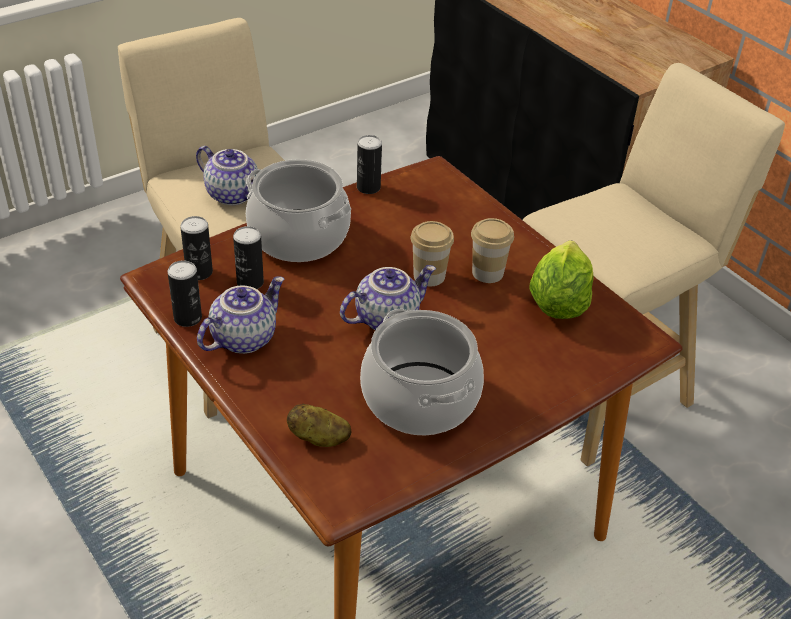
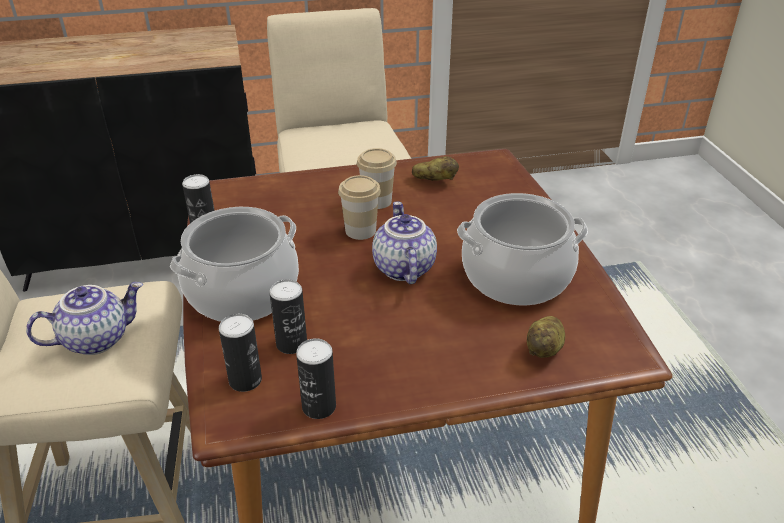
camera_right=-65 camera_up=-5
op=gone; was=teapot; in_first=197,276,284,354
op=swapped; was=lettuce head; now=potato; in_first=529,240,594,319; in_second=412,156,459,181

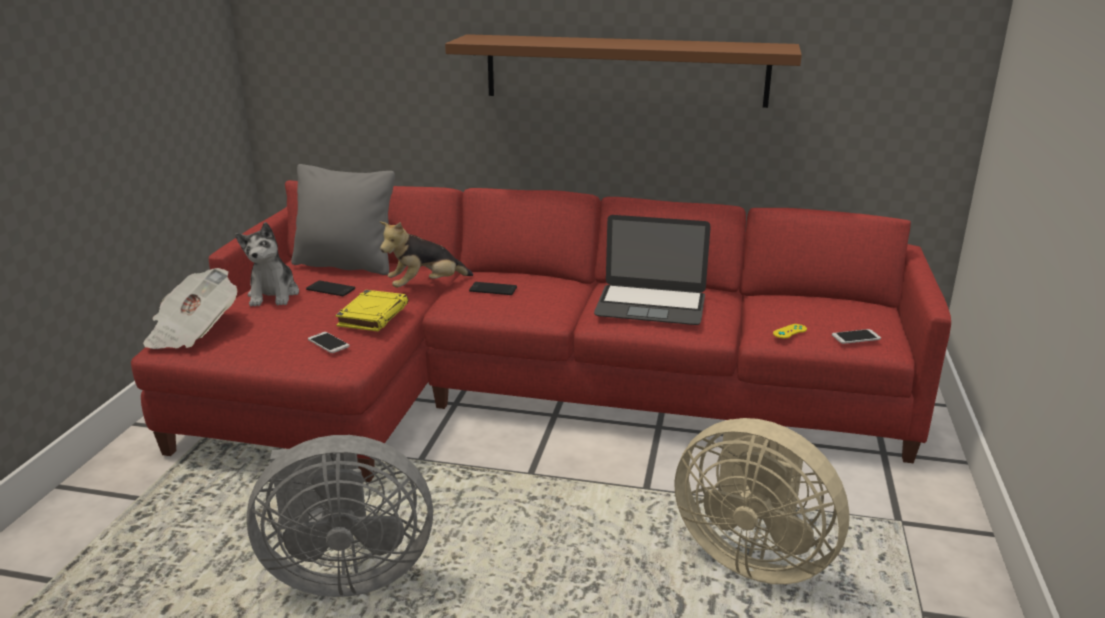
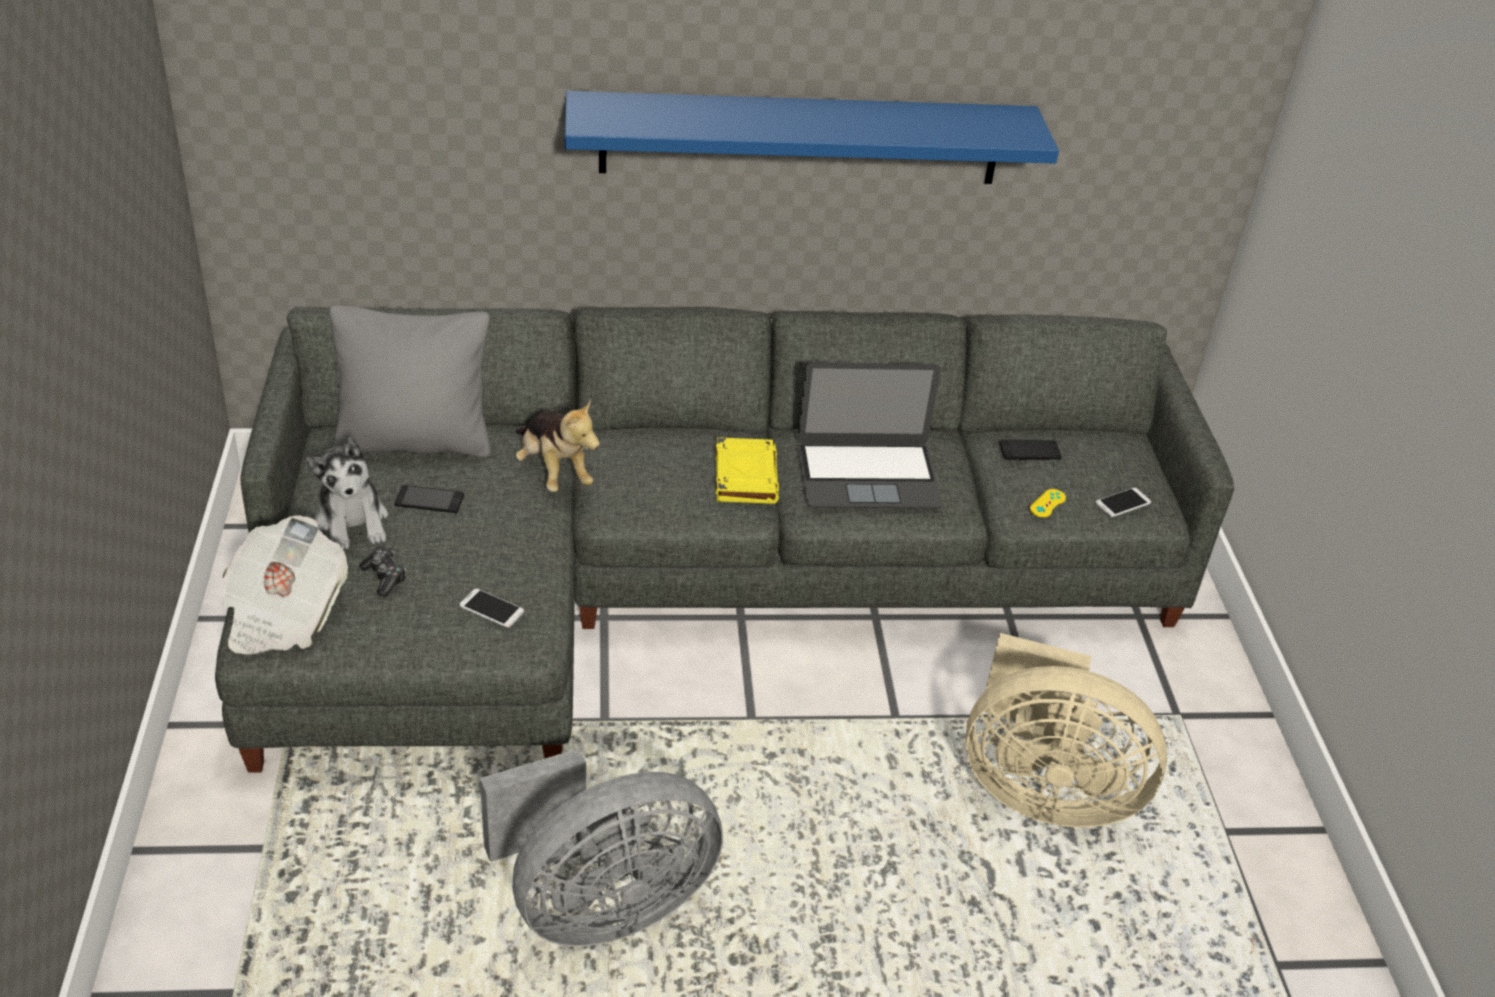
camera_right=-20 camera_up=15
op=new; now=joypad; in_second=359,548,406,597
op=shifted; was=bound book (yellowish); in_first=335,290,408,331; in_second=715,437,779,504
op=shifted; was=handset; in_first=469,282,517,295; in_second=999,440,1062,460
op=repainted; was=couch (red-coloured); now=couch (gray); in_first=131,180,951,482; in_second=215,307,1234,773
op=repainted; was=bracket shelf (brownish); now=bracket shelf (blue-coloured); in_first=445,34,802,108; in_second=565,91,1059,184
op=rotated; was=soft toy; in_first=380,222,473,288; in_second=515,399,600,492; clockwise=-75

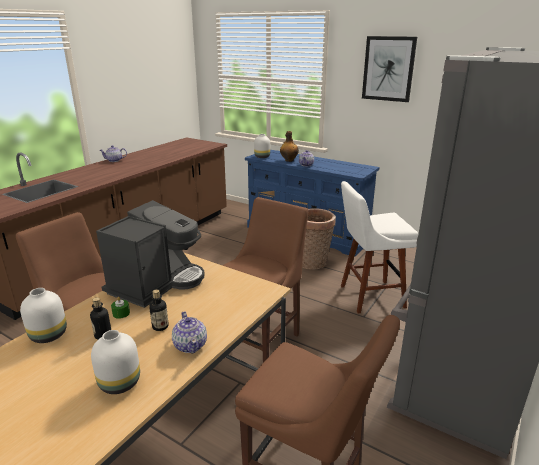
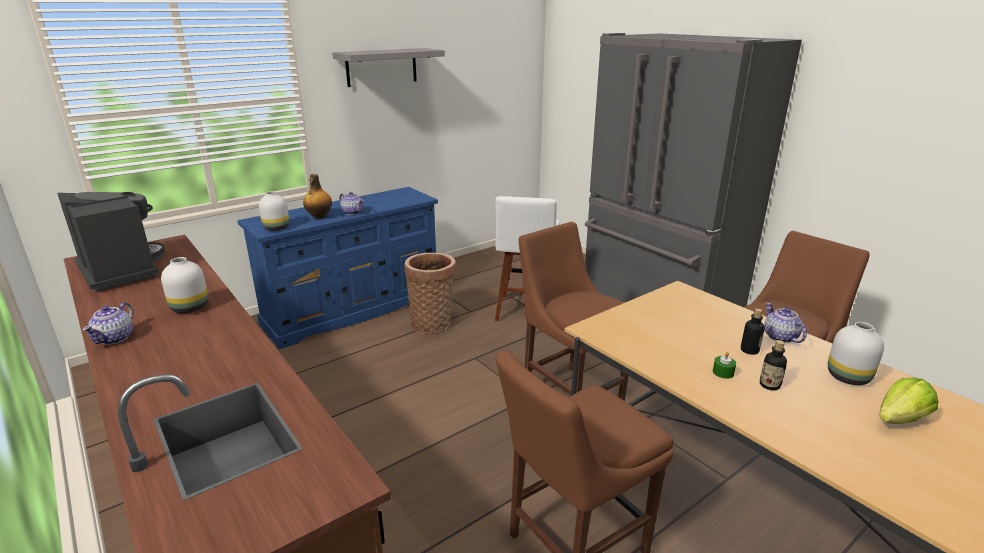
camera_right=-70 camera_up=0
op=new; now=lettuce head; in_second=879,377,938,424
op=shifted; was=flower vase (white); in_first=20,288,67,343; in_second=161,257,208,313
op=shifted; was=coffee brewer; in_first=96,200,204,308; in_second=57,192,165,292
op=swapped; was=wall picture; now=bracket shelf (gray); in_first=362,36,417,102; in_second=332,48,445,87
op=rotated; was=teapot; in_first=172,312,207,354; in_second=764,303,807,343; clockwise=-105

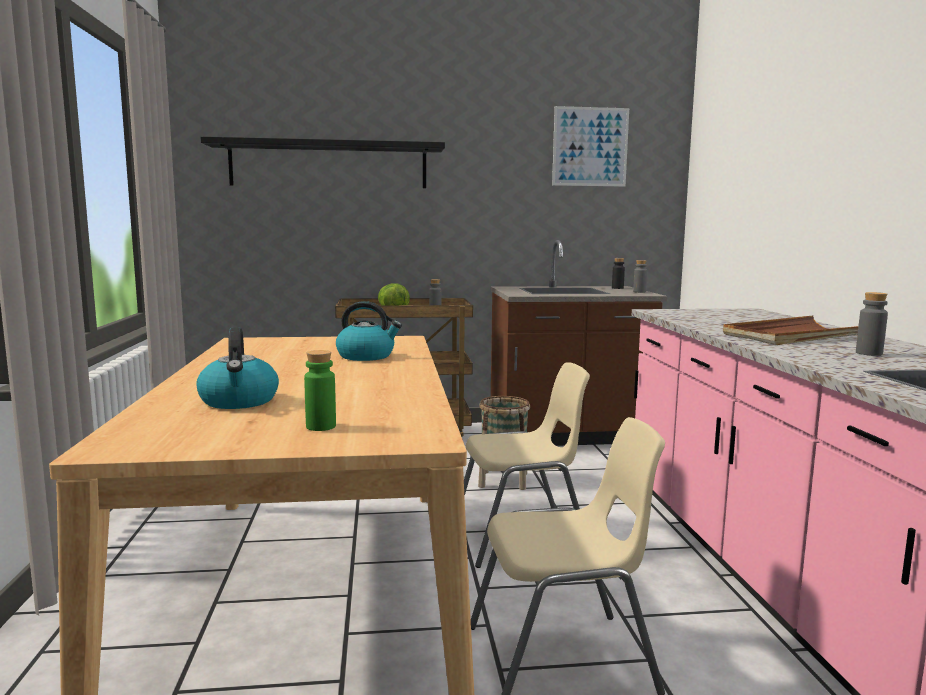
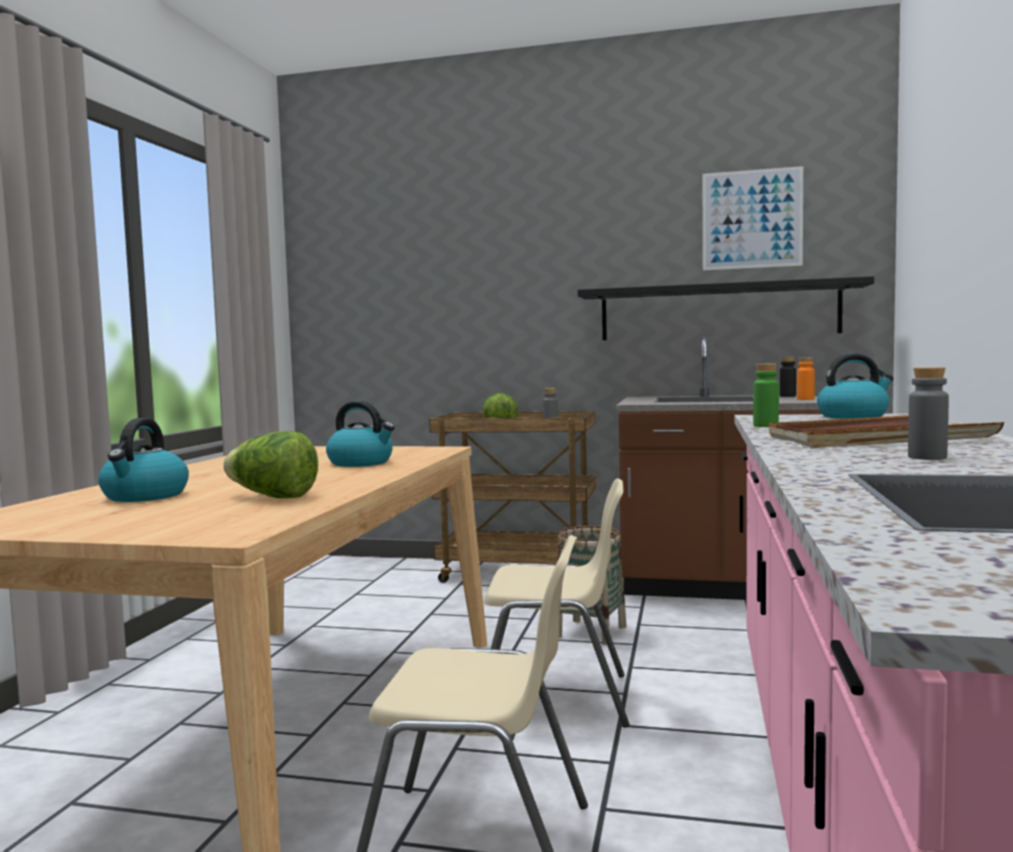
camera_right=20 camera_up=-5
op=new; now=lettuce head; in_second=223,431,318,498
op=new; now=water kettle; in_second=817,353,894,419
op=shifted; was=bracket shelf (black); in_first=201,136,445,188; in_second=578,276,874,340
op=shifted; was=bottle (greenish); in_first=304,350,336,431; in_second=753,363,779,427
op=repainted; was=bottle (gray); now=bottle (orange-coloured); in_first=633,260,647,293; in_second=797,357,815,400

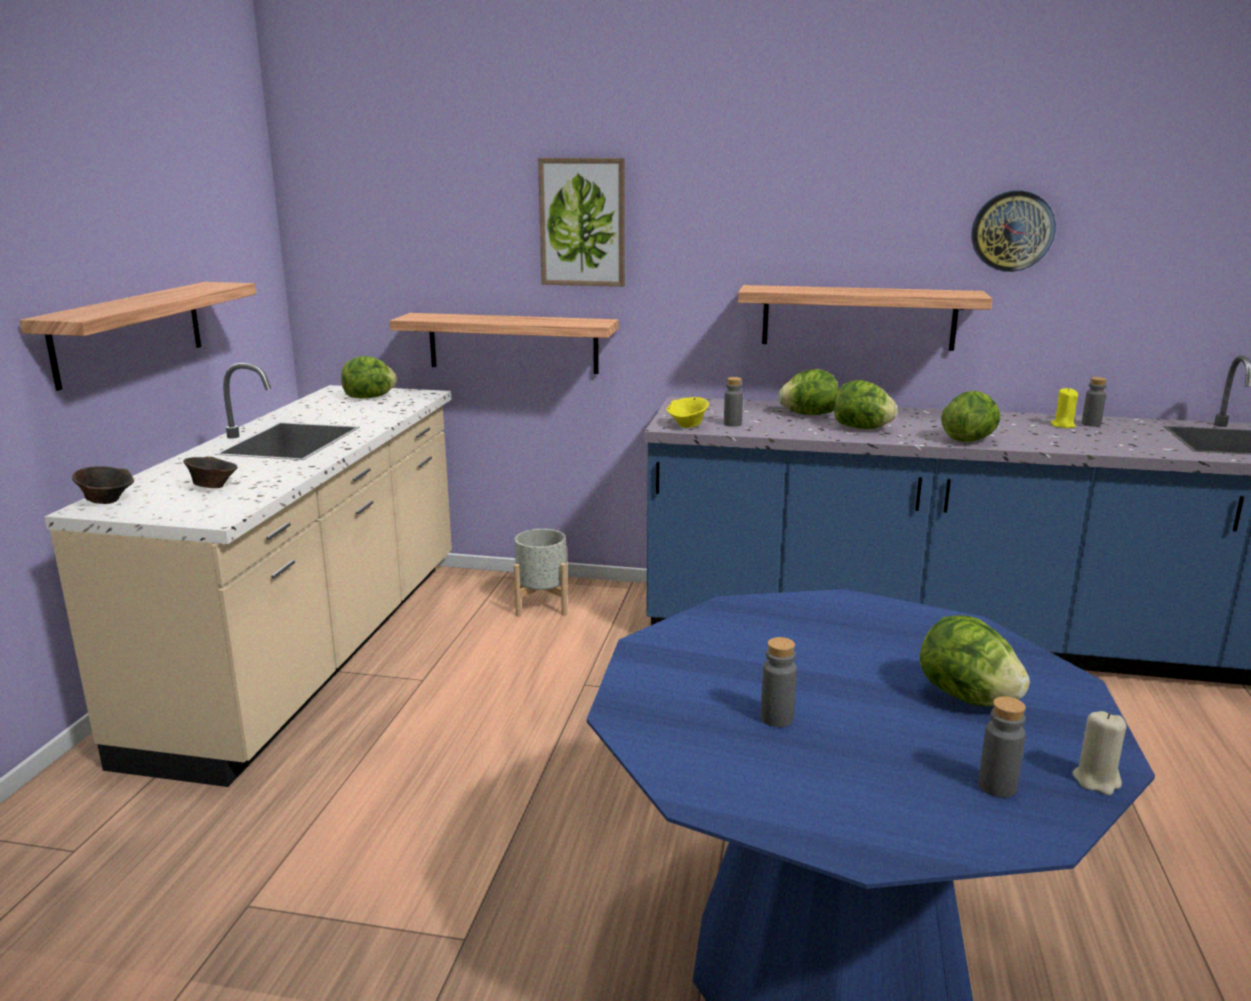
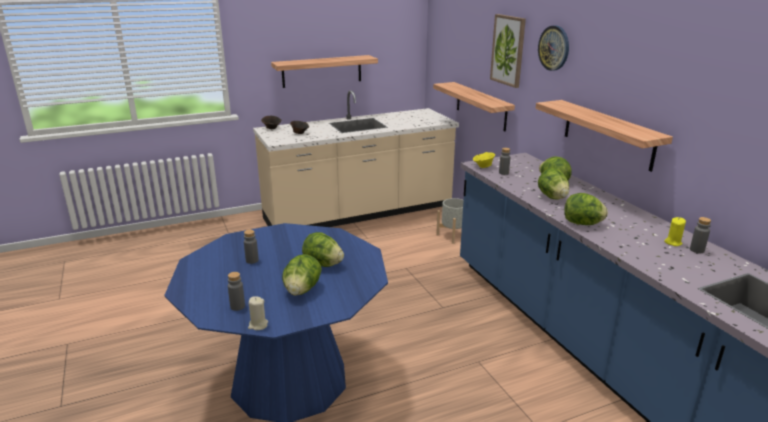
camera_right=55 camera_up=5
op=shifted; was=lettuce head; in_first=341,356,397,399; in_second=302,232,344,267
op=shifted; was=wall clock; in_first=972,191,1056,272; in_second=538,25,569,71

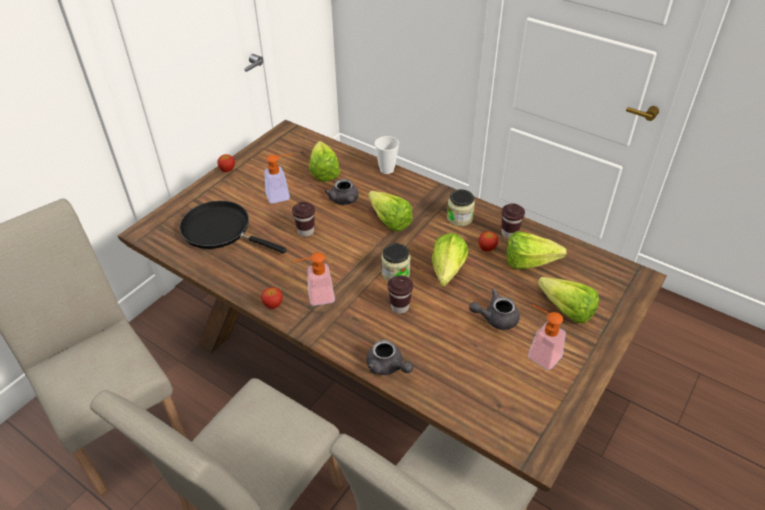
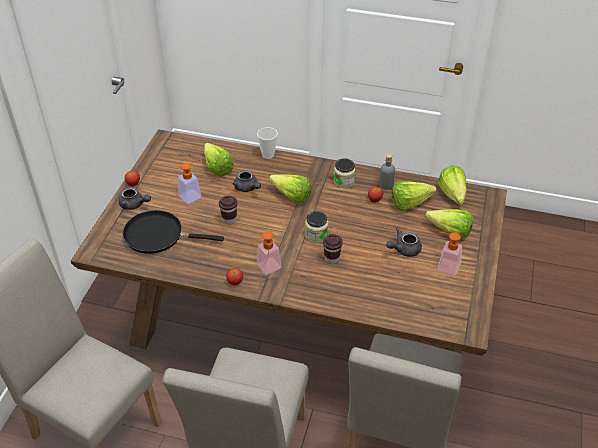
camera_right=-20 camera_up=0
op=shifted; was=teapot (gray); in_first=367,340,413,375; in_second=119,187,151,210
op=shifted; was=lettuce head; in_first=432,233,468,287; in_second=438,165,467,205
op=swapped; was=small cup (brownish); now=bottle (gray); in_first=502,203,525,239; in_second=379,154,395,190

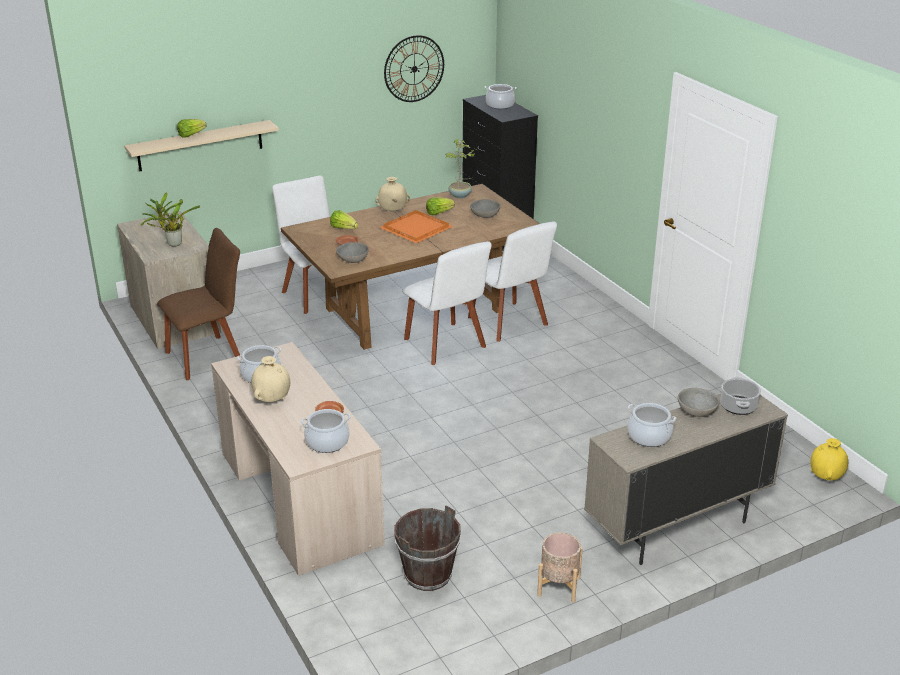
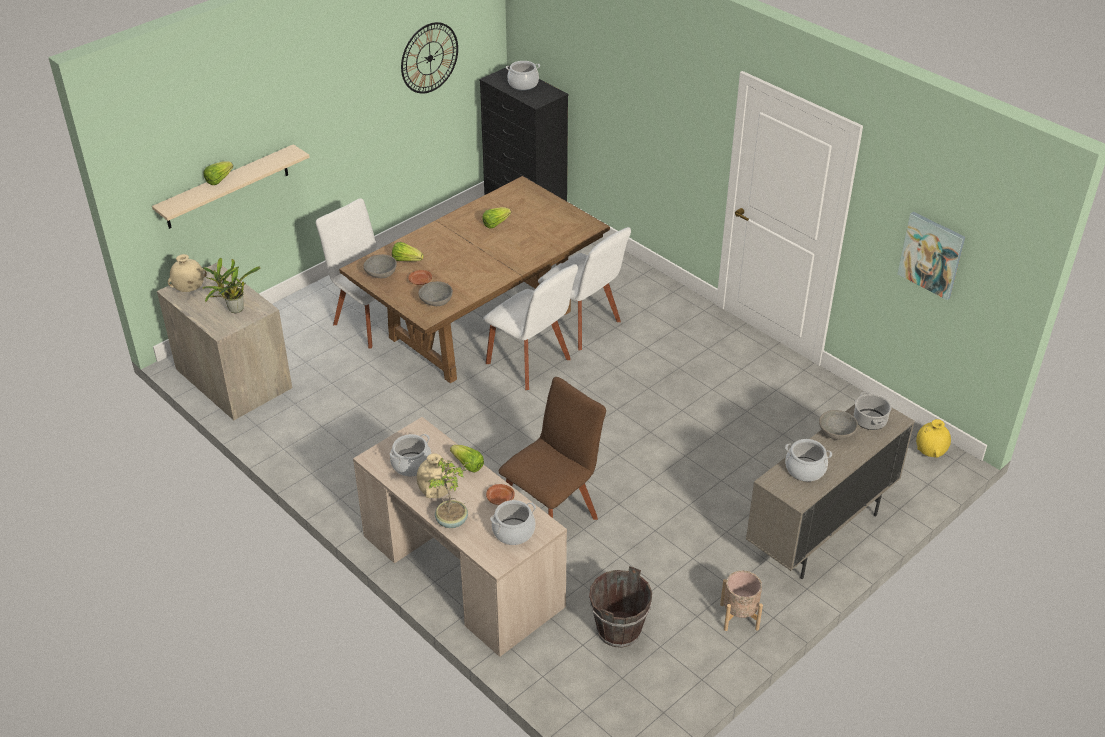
camera_right=-15 camera_up=10
op=gone; was=tray (orange-coloured); in_first=379,210,453,243
op=new; now=lettuce head; in_second=450,445,484,472
op=new; now=wall picture; in_second=897,212,965,300
op=shifted; was=upright chair (brownish); in_first=157,228,240,380; in_second=499,377,606,520
op=shifted; was=flower vase (sand-coloured); in_first=375,177,410,212; in_second=168,254,207,292
op=shifted; was=houseplant; in_first=445,139,478,198; in_second=428,458,468,528
op=shifted; was=deep dish (gray); in_first=470,199,500,218; in_second=363,254,397,278

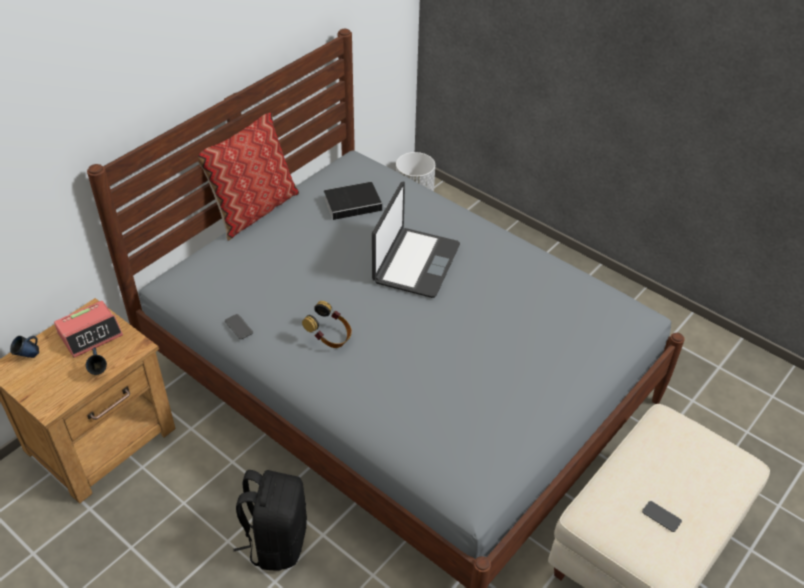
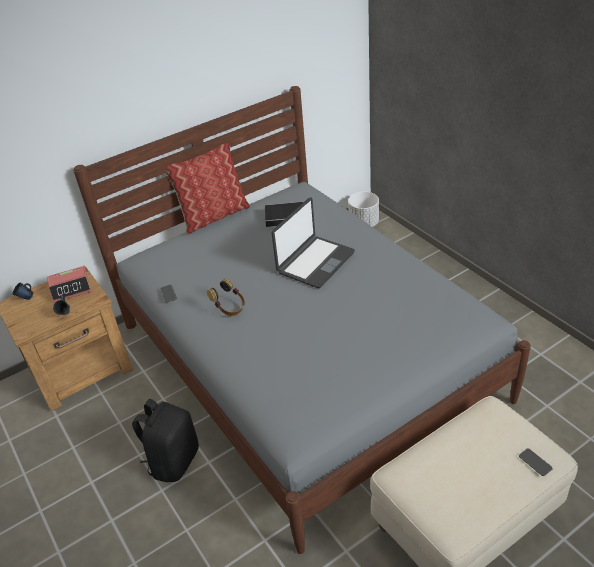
camera_right=20 camera_up=-5
op=shifted; was=handset; in_first=642,501,682,532; in_second=519,448,553,476

